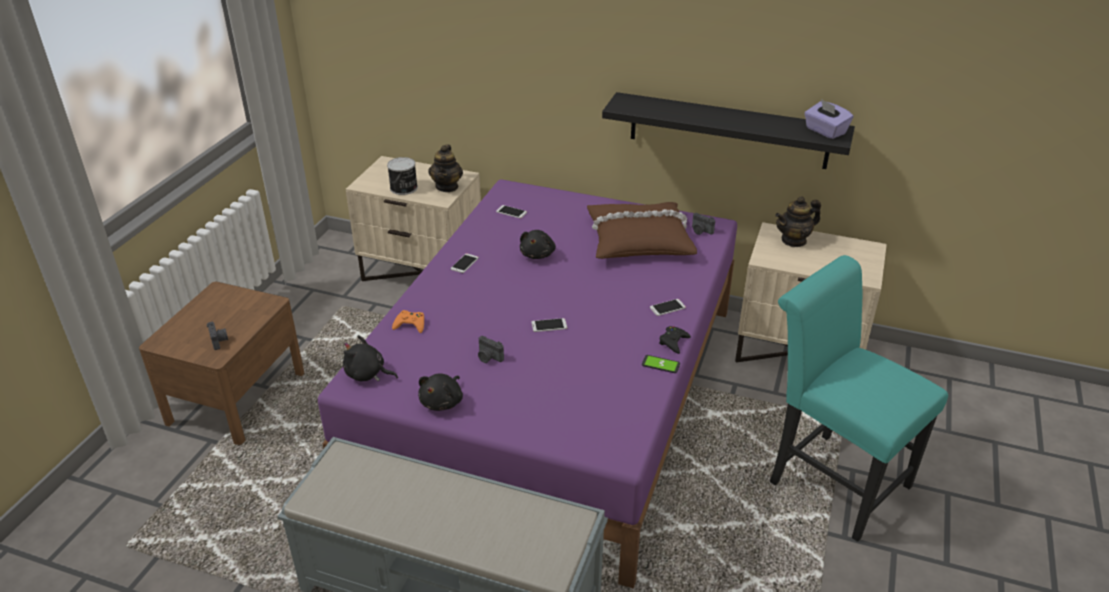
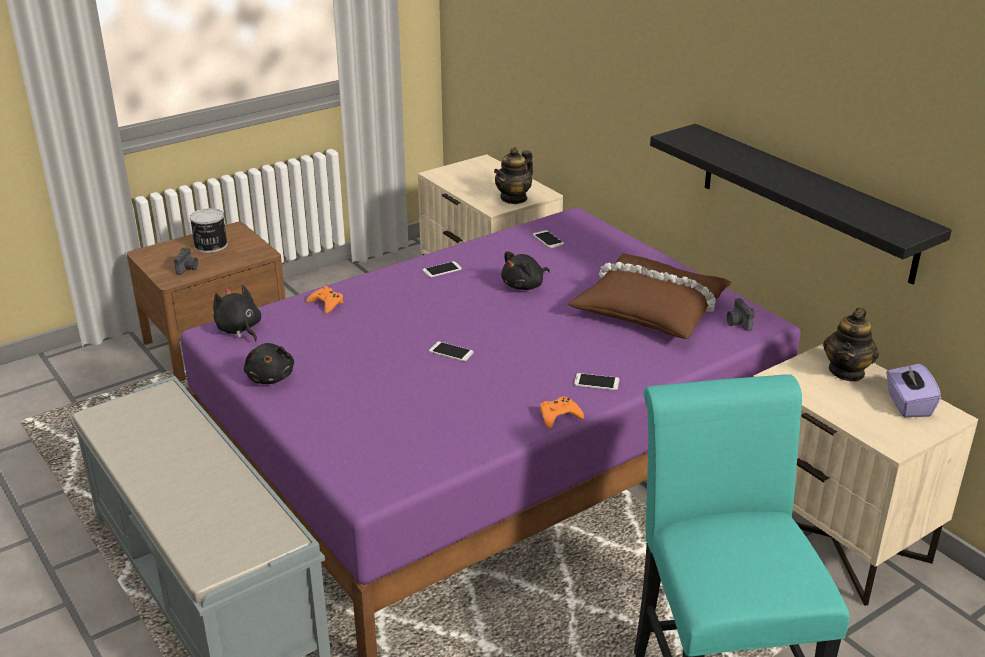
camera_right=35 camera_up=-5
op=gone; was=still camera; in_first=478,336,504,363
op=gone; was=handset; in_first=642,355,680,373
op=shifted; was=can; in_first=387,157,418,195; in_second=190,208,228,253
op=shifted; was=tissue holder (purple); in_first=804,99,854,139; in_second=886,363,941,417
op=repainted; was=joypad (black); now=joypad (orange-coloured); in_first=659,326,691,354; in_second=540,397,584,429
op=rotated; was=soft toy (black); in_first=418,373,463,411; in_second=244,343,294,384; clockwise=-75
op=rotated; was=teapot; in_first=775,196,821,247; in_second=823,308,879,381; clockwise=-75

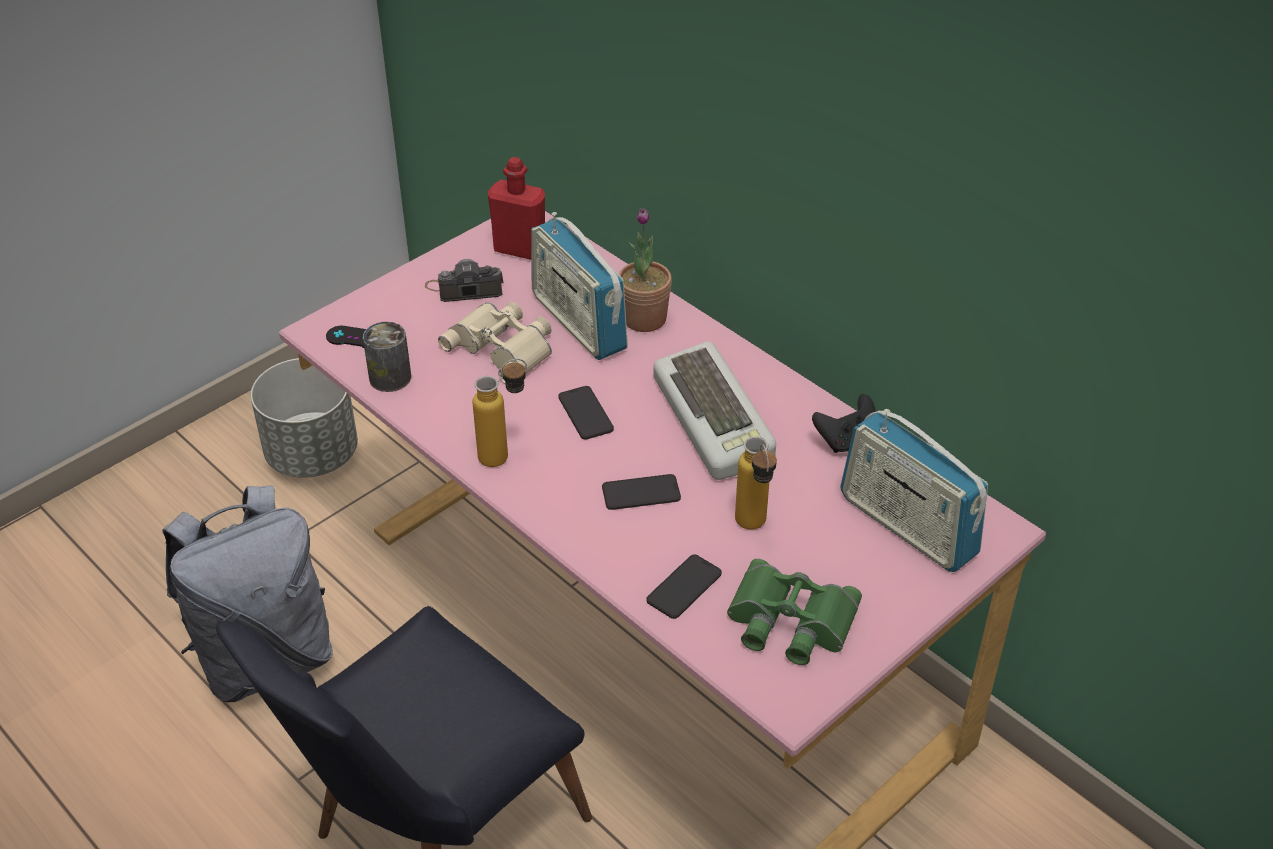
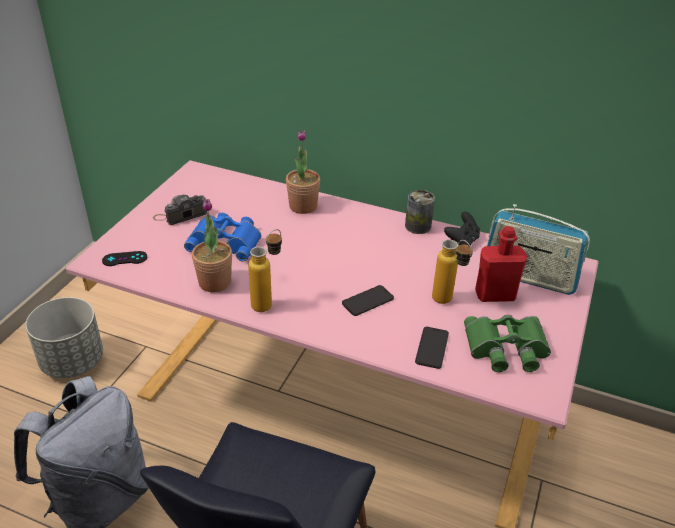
camera_right=-25 camera_up=-5
op=gone; was=radio set; in_first=531,212,628,360
op=gone; was=handset; in_first=558,386,614,440
op=gone; was=keyboard; in_first=653,341,776,480
op=new; now=houseplant; in_second=192,199,232,292
op=shifted; was=can; in_first=363,322,411,392; in_second=405,190,435,234
op=shifted; was=bottle (red-coloured); in_first=488,157,545,260; in_second=475,226,527,302
op=repainted; was=field glasses (sand-coloured); now=field glasses (blue-coloured); in_first=438,302,552,384; in_second=184,213,261,261

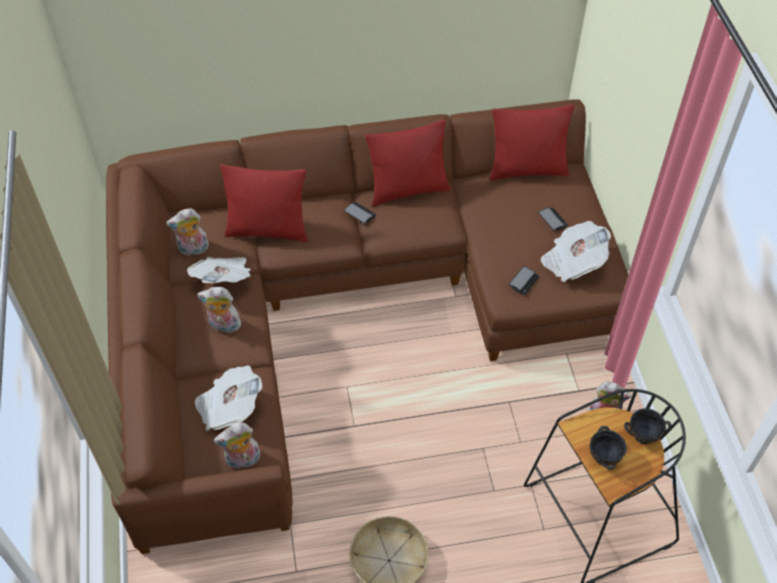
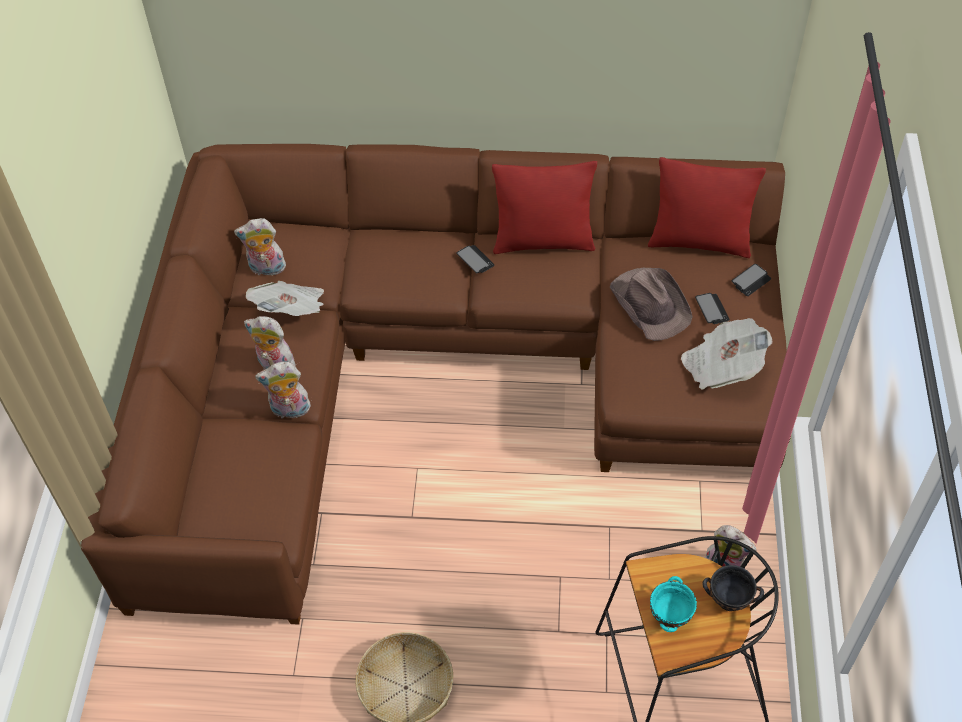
camera_right=15 camera_up=0
op=gone; was=printed paper; in_first=194,365,262,431
op=gone; was=cushion (red-coloured); in_first=220,164,308,242
op=new; now=wearable hat (brownish); in_second=610,268,693,341
op=shifted; was=soft toy; in_first=214,422,260,470; in_second=255,361,312,421
op=shifted; was=handset; in_first=509,266,539,295; in_second=732,264,771,296
op=repainted; was=deep dish (black); now=deep dish (turquoise); in_first=590,426,627,469; in_second=650,576,697,632

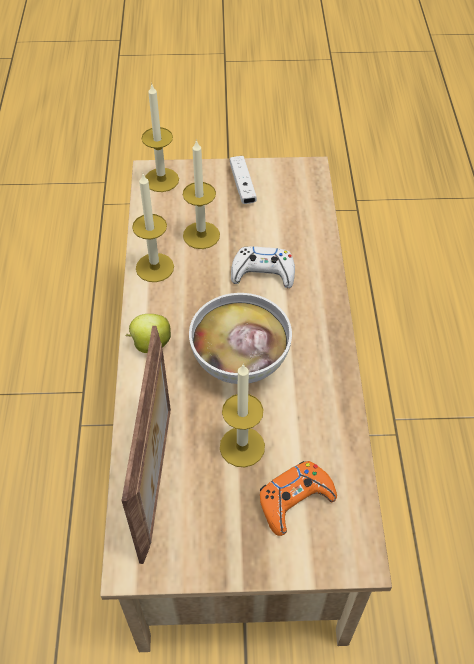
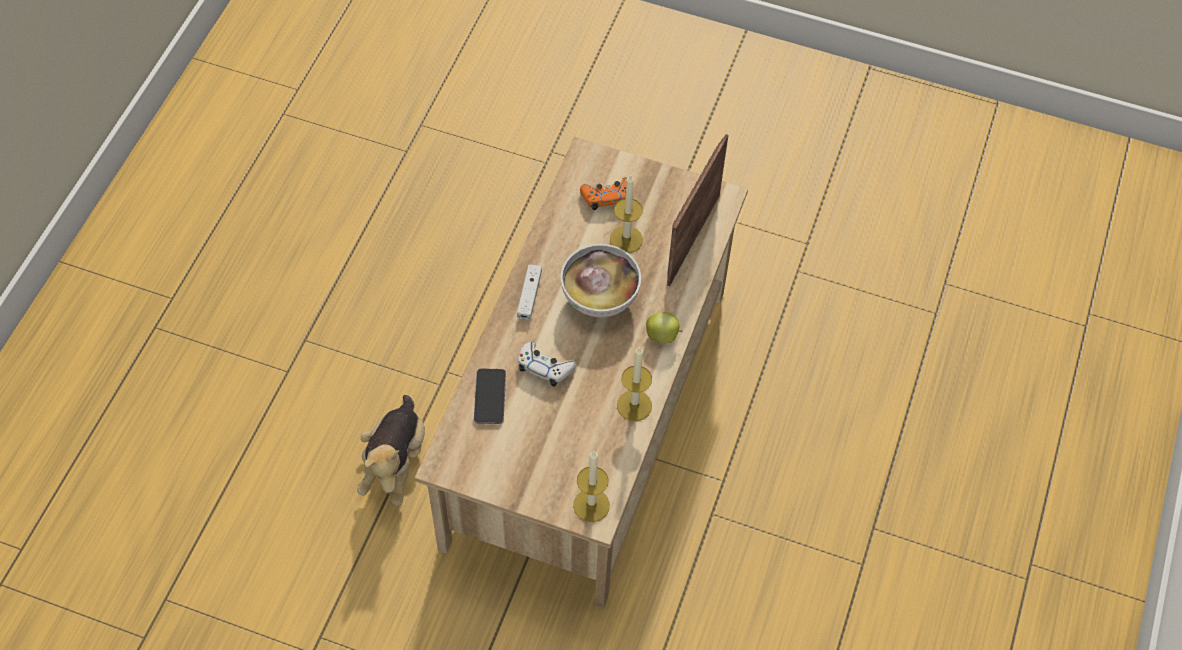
camera_right=-160 camera_up=5
op=gone; was=wax candle; in_first=183,139,220,249
op=new; now=soft toy; in_second=357,395,425,506
op=new; now=handset; in_second=474,369,506,424
op=shifted; was=joypad (white); in_first=230,156,257,204; in_second=517,265,542,320

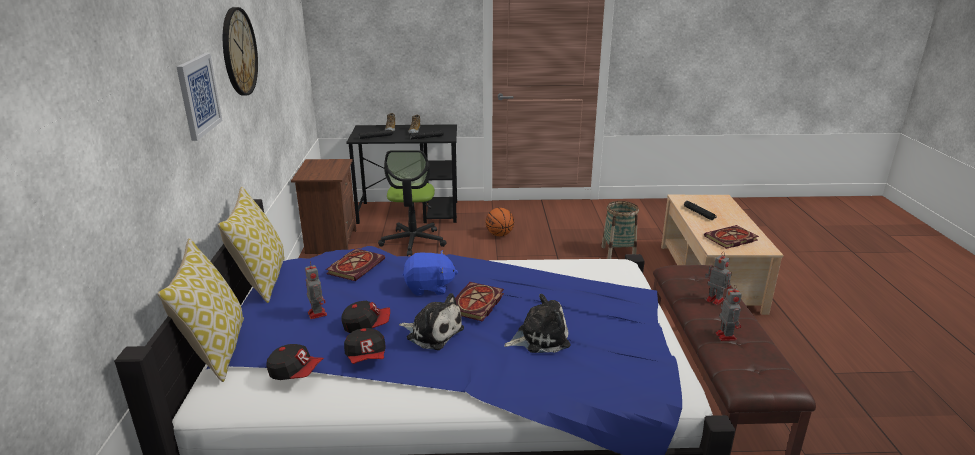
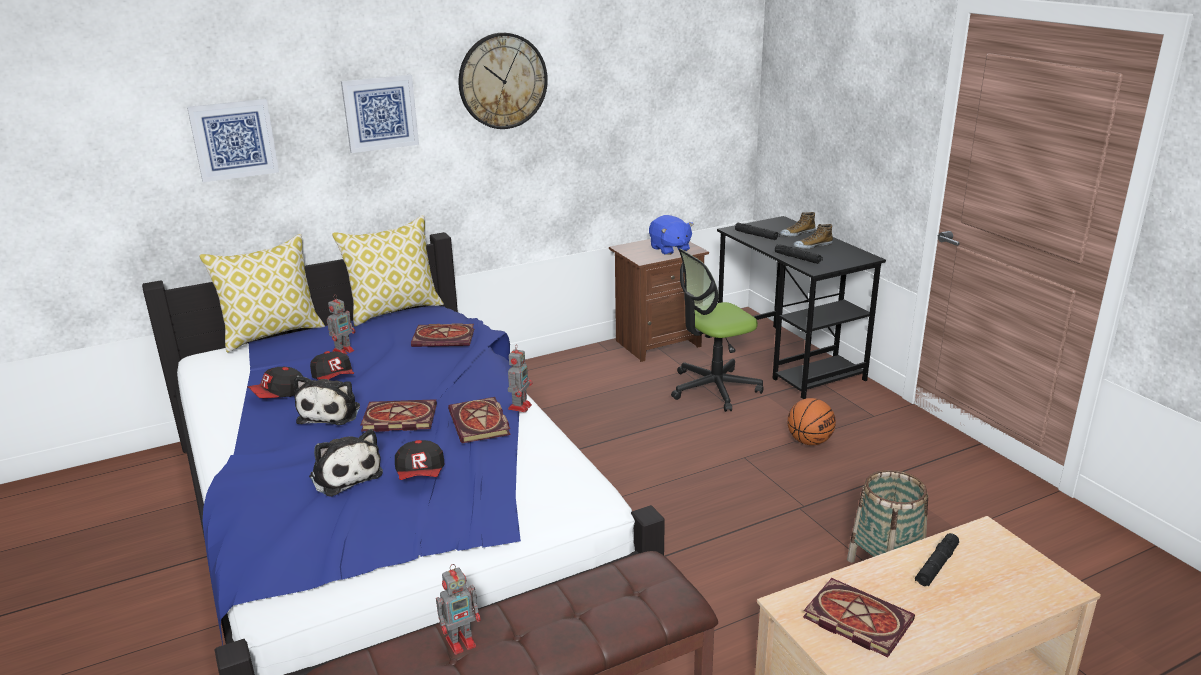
camera_right=65 camera_up=0
op=new; now=wall picture; in_second=187,99,279,182
op=new; now=bound book; in_second=448,397,511,443
op=shifted; was=cap; in_first=267,344,324,380; in_second=395,440,445,480
op=shifted; was=soft toy (blue-coloured); in_first=403,250,458,296; in_second=649,215,693,255
op=shifted; was=toy robot; in_first=705,254,732,305; in_second=508,344,532,412

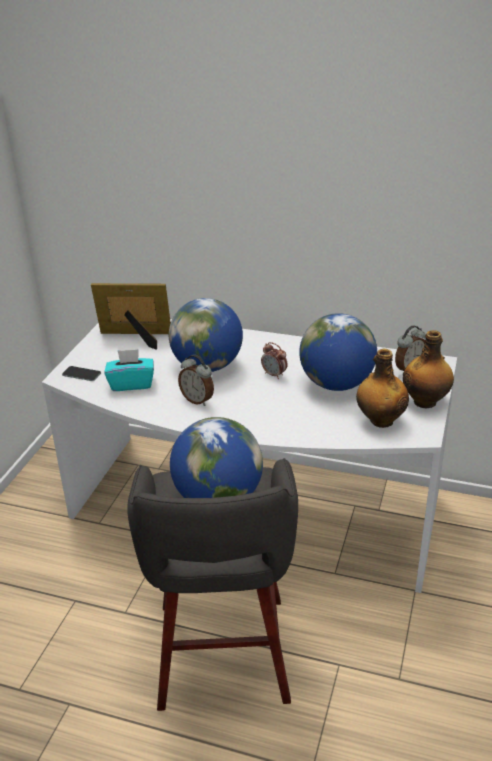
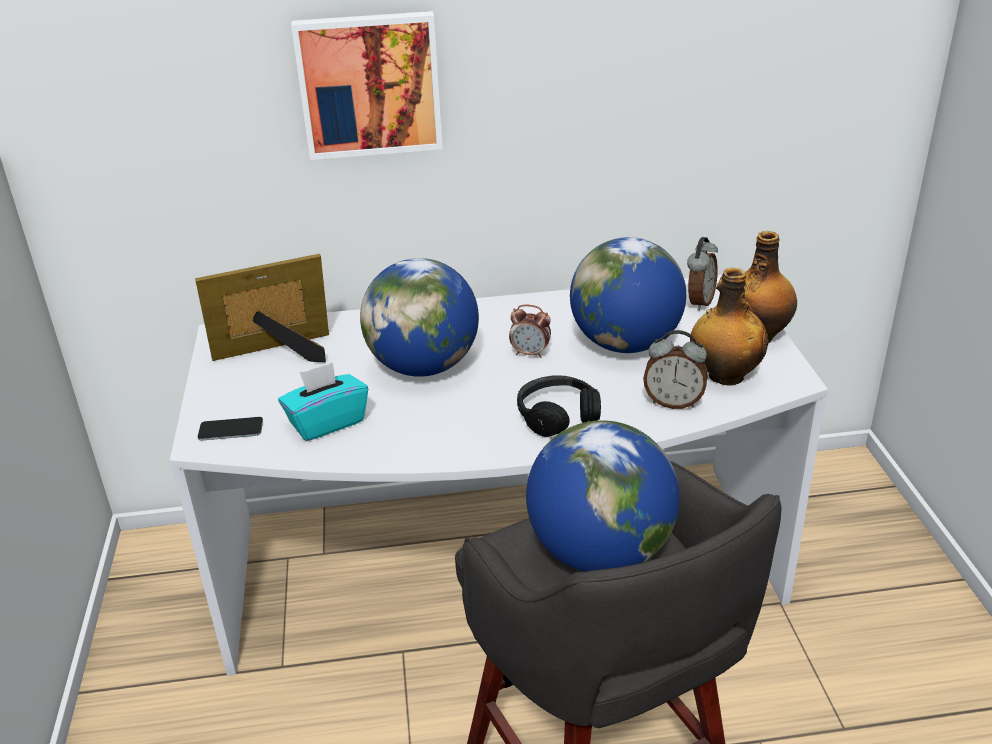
camera_right=-25 camera_up=0
op=new; now=wall picture; in_second=291,11,443,160
op=new; now=pair of headphones (black); in_second=517,375,601,437
op=shifted; was=table clock; in_first=178,355,214,406; in_second=643,330,708,409

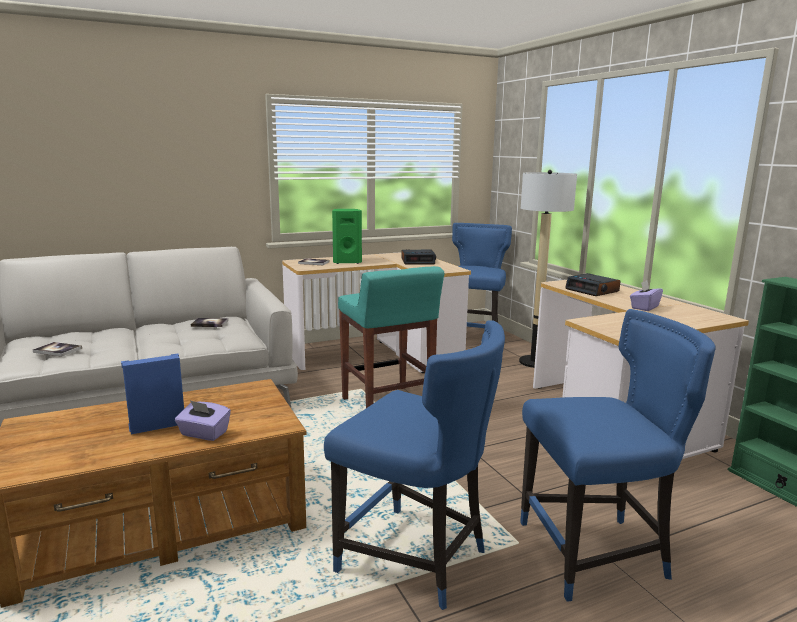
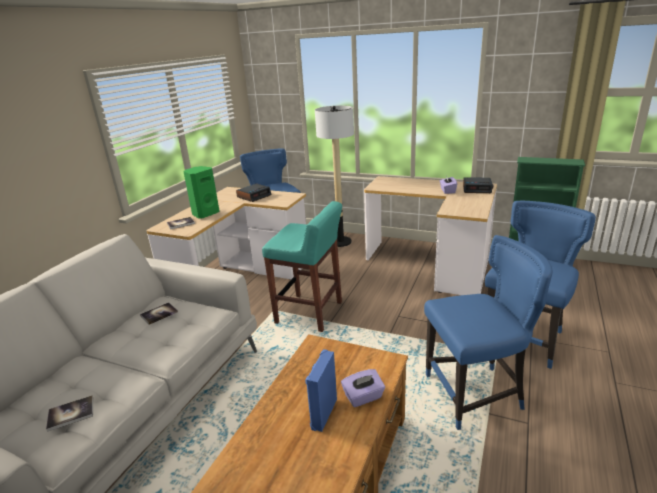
camera_right=-40 camera_up=10
op=shifted; was=table clock; in_first=565,273,621,296; in_second=463,177,493,193

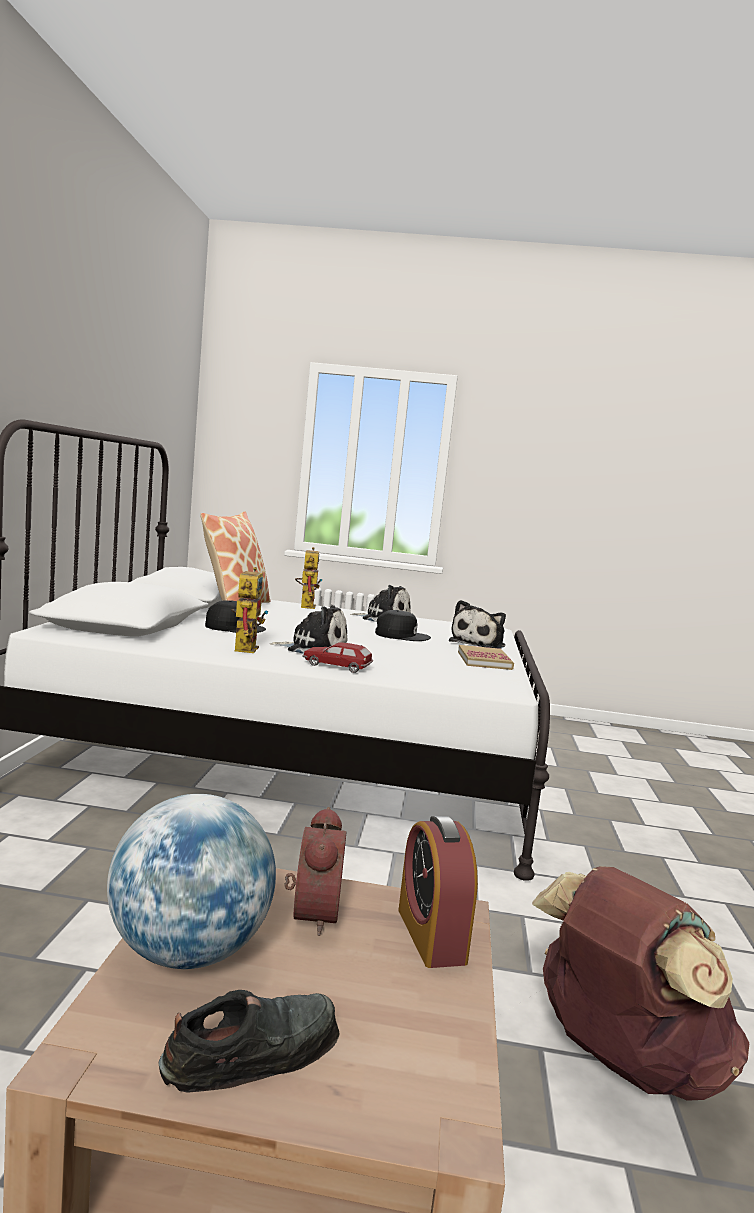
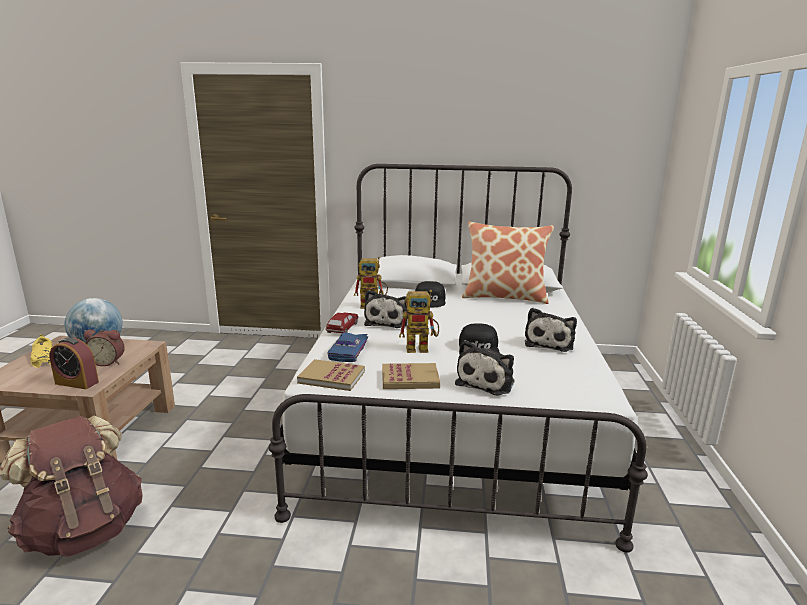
camera_right=90 camera_up=10
op=new; now=bound book; in_second=297,359,365,391
op=new; now=miniature car (blue-coloured); in_second=328,332,368,362
op=shifted; was=toy robot; in_first=295,547,322,609; in_second=399,290,439,353
op=repainted; was=shoe (black); now=shoe (yellowish); in_first=158,990,340,1093; in_second=30,334,52,368
op=rotated; was=table clock; in_first=398,816,478,968; in_second=49,337,99,389; clockwise=-150
op=rotated; was=soft toy; in_first=449,600,506,649; in_second=455,340,514,395; clockwise=-90

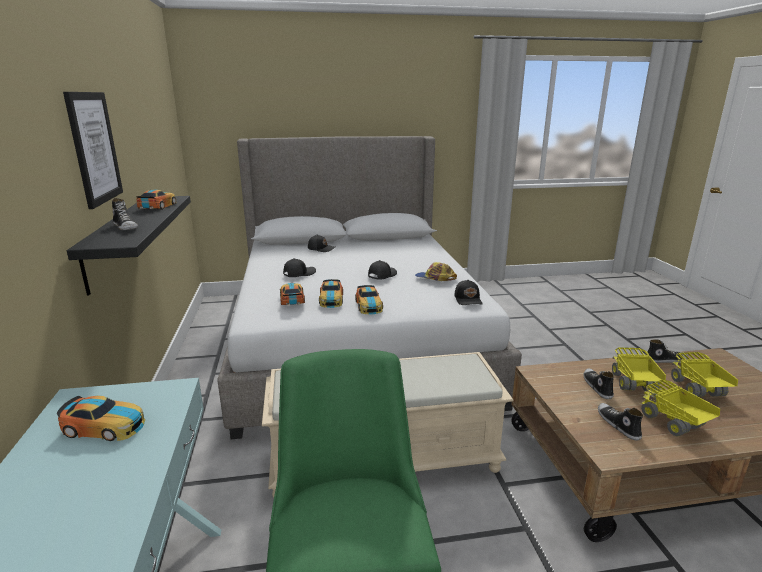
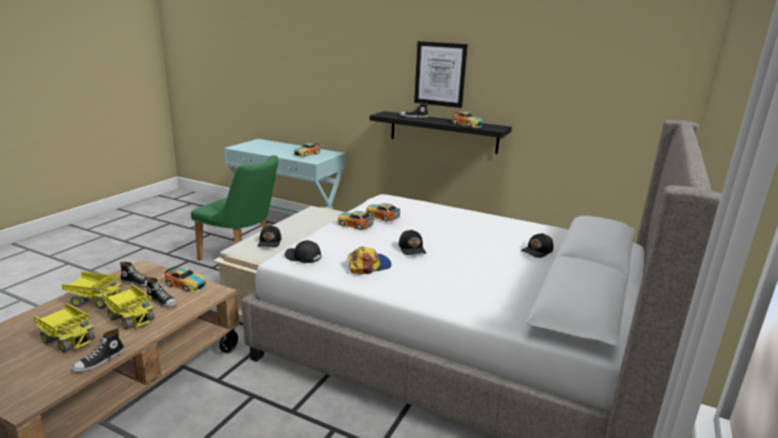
camera_right=125 camera_up=0
op=shifted; was=miniature car; in_first=280,283,305,306; in_second=165,266,206,292
op=shifted; was=cap (black); in_first=283,258,316,277; in_second=258,225,281,248

